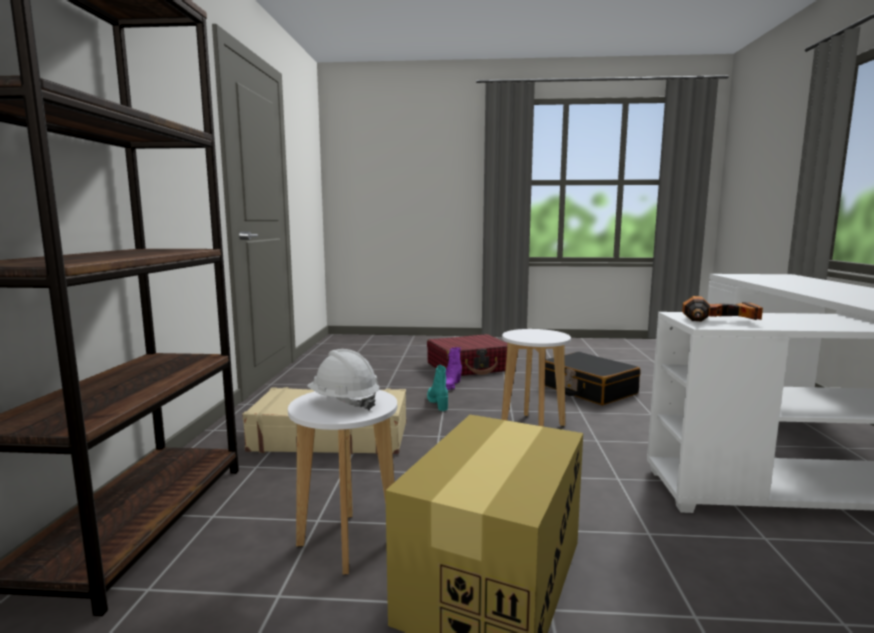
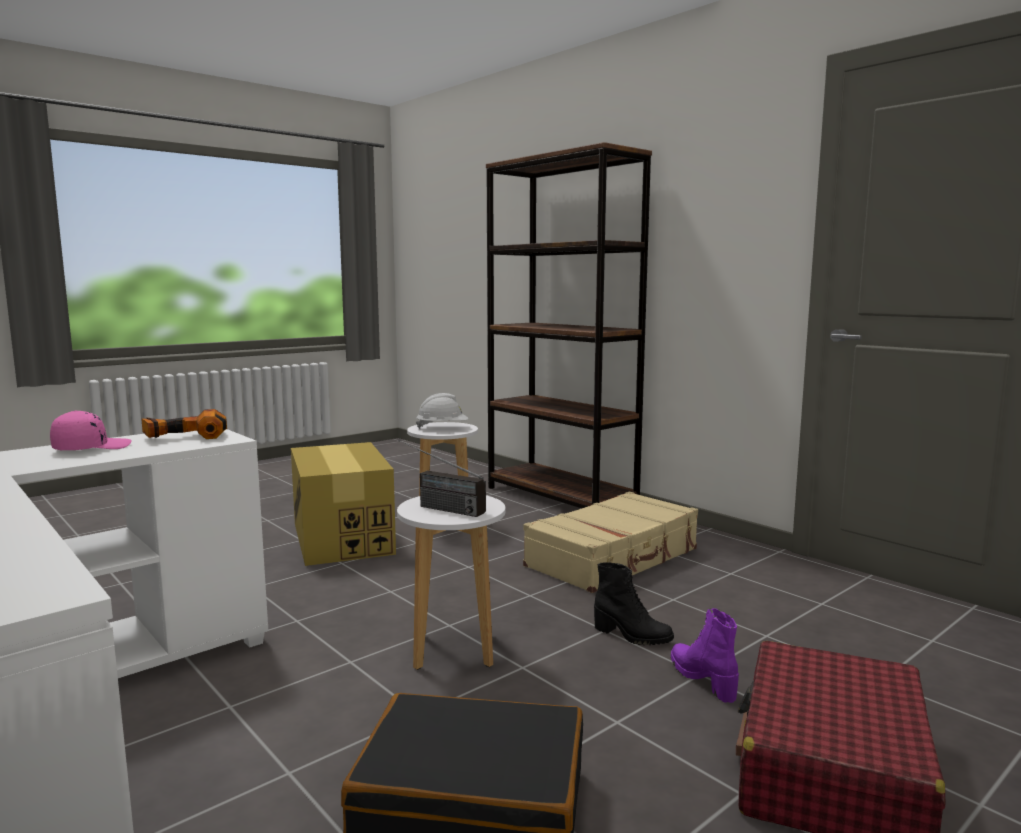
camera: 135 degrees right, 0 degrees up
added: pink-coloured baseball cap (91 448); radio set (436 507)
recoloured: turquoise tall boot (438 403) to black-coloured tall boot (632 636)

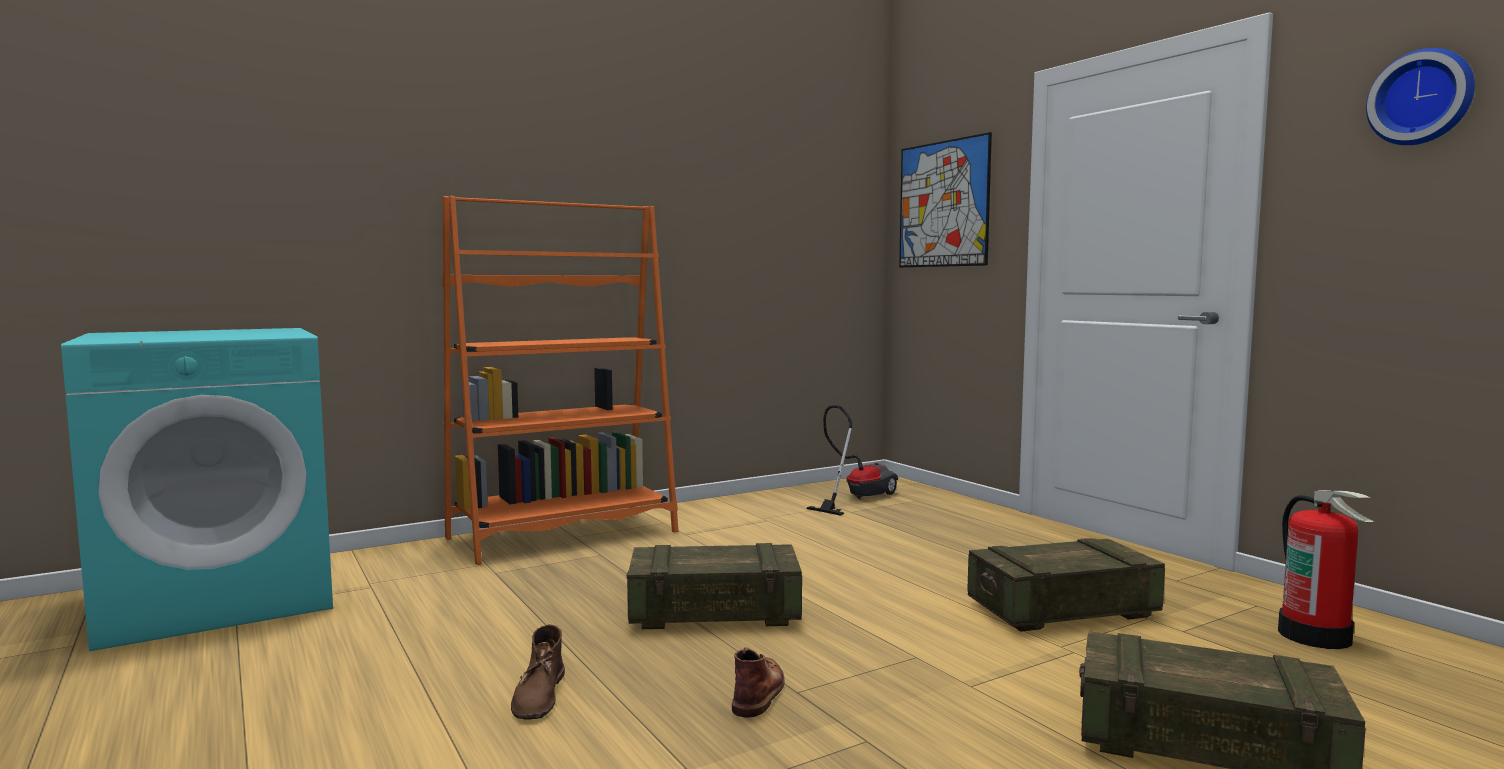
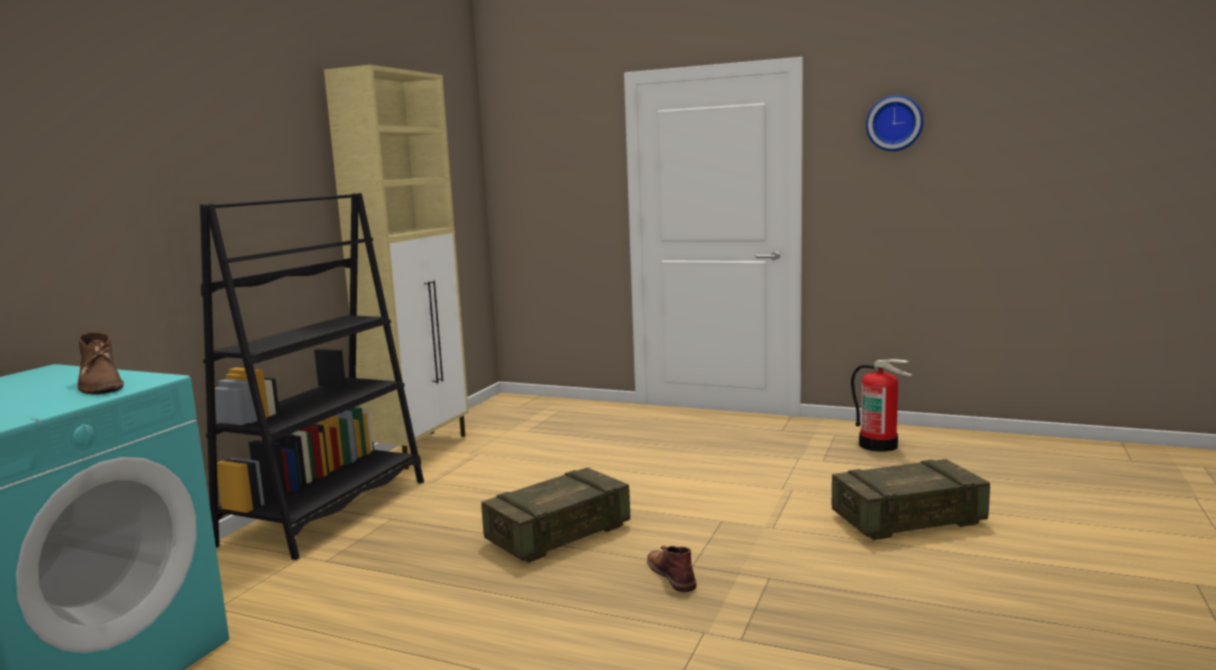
camera: 35 degrees left, 5 degrees up
removed: hoover (856 498); picture (943 204); shipping crate (1061 610)
added: sand-coloured cabinet (421 449)
moved: brown tall boot (539 695) to (100 385)
recoloured: orangey shelving unit (563 535) to black-coloured shelving unit (327 512)

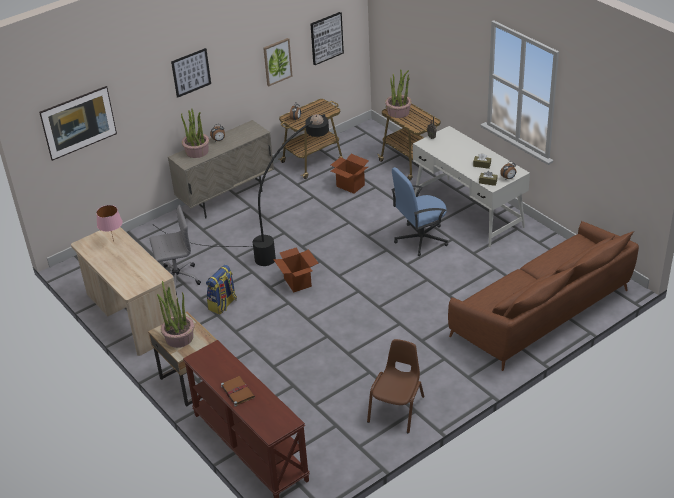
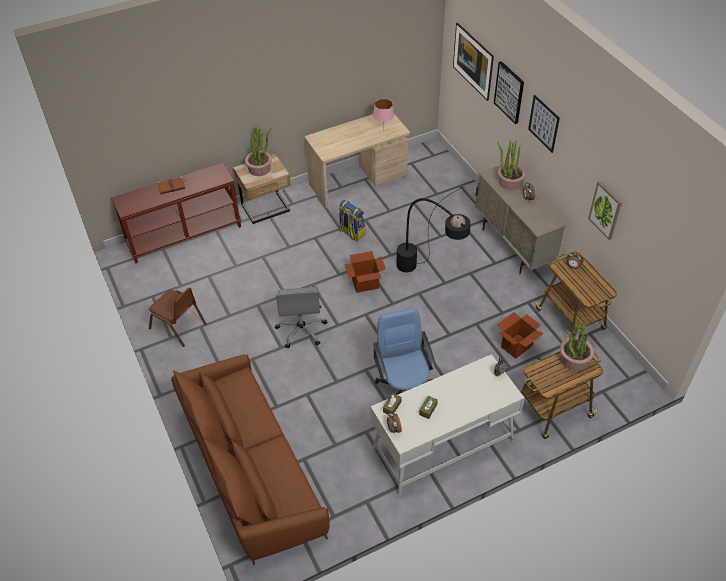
camera: 100 degrees right, 10 degrees up
moved: gray computer chair (176 279) to (301 330); picture (326 38) to (509 92)

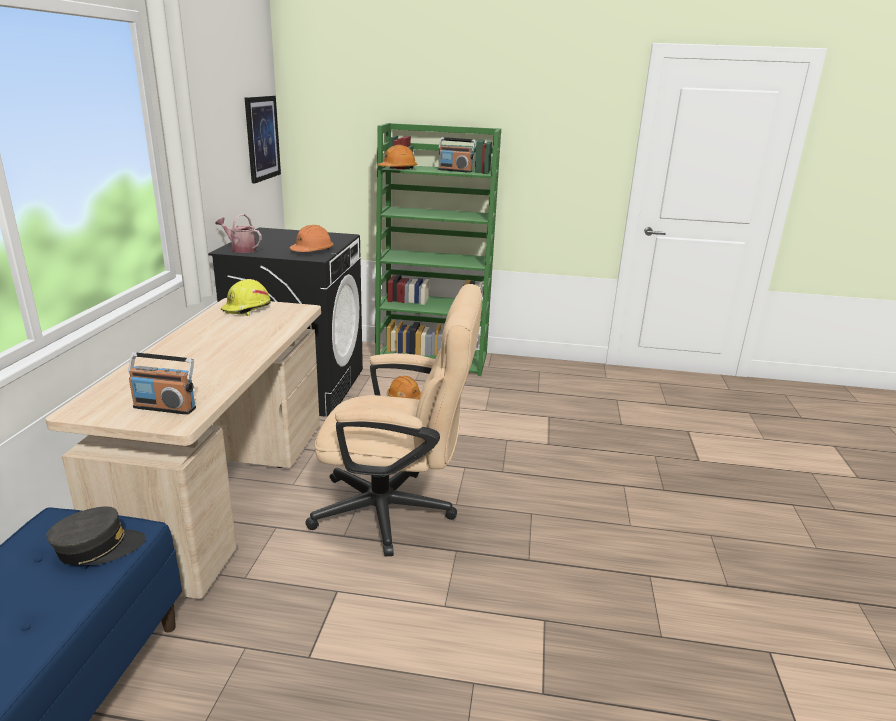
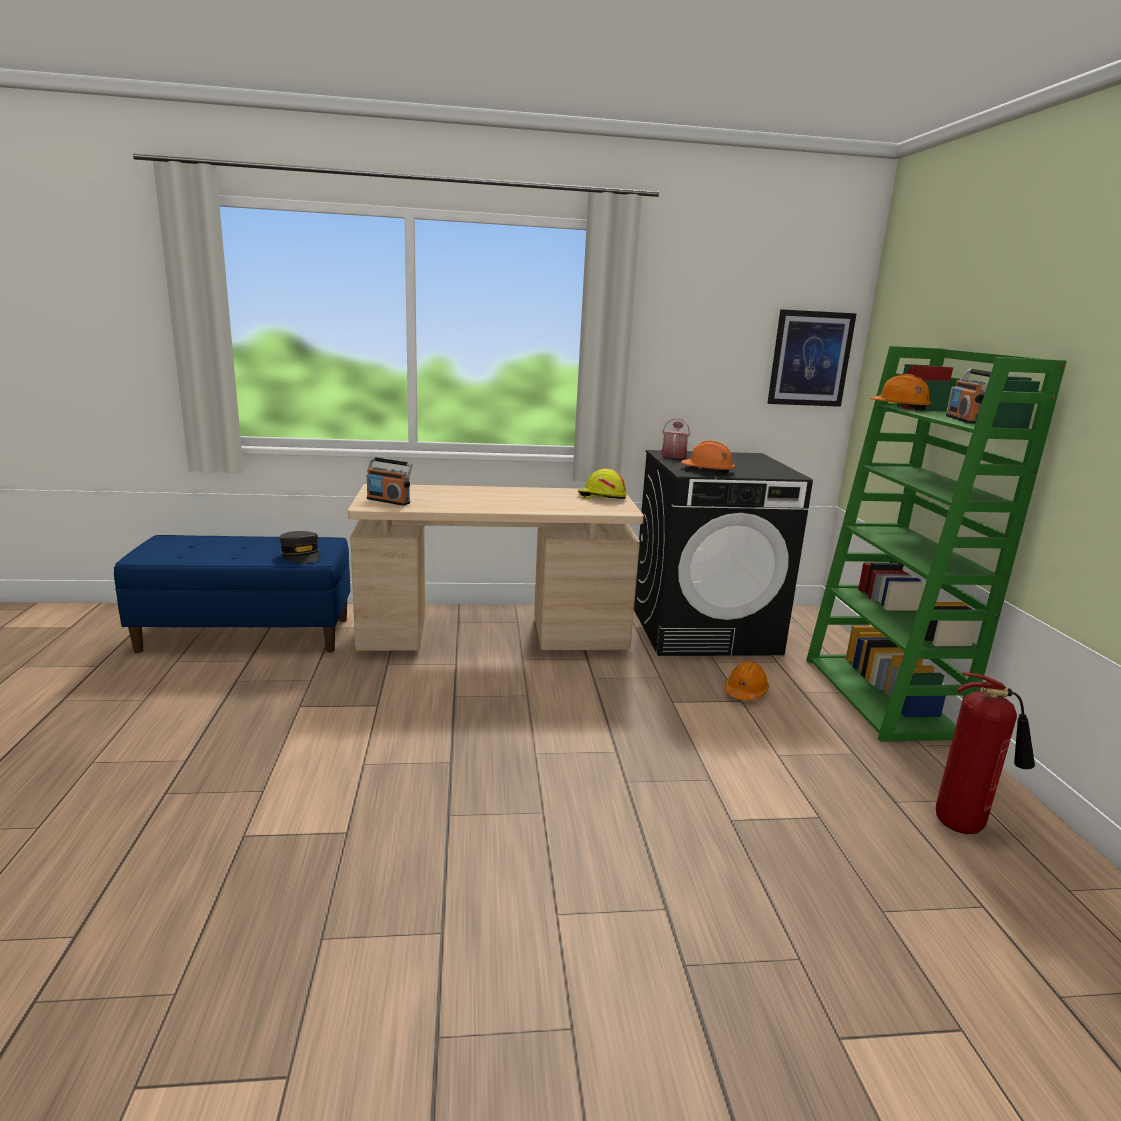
camera: 75 degrees right, 5 degrees down
removed: sand-coloured computer chair (396 512)
added: fire extinguisher (964 825)
turned: radio set (165 407) = (388 501) 60 degrees counterclockwise

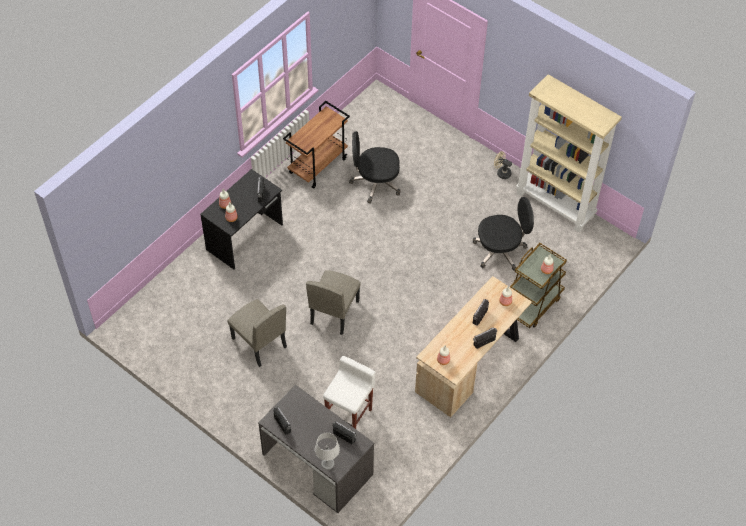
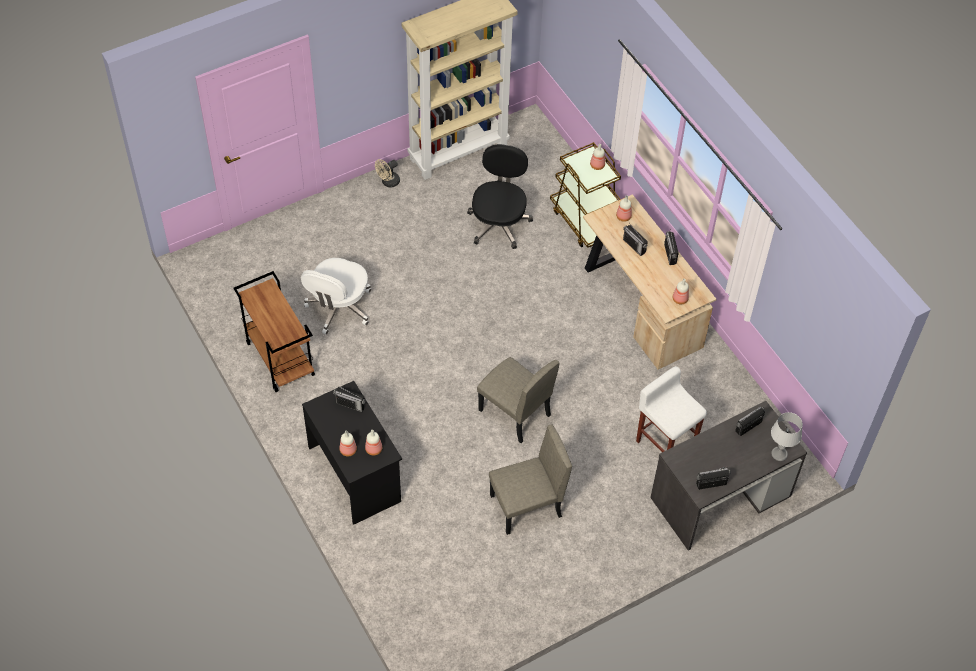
camera: 70 degrees left, 0 degrees up
recoloured: black-coloured computer chair (375 183) to white computer chair (339 308)

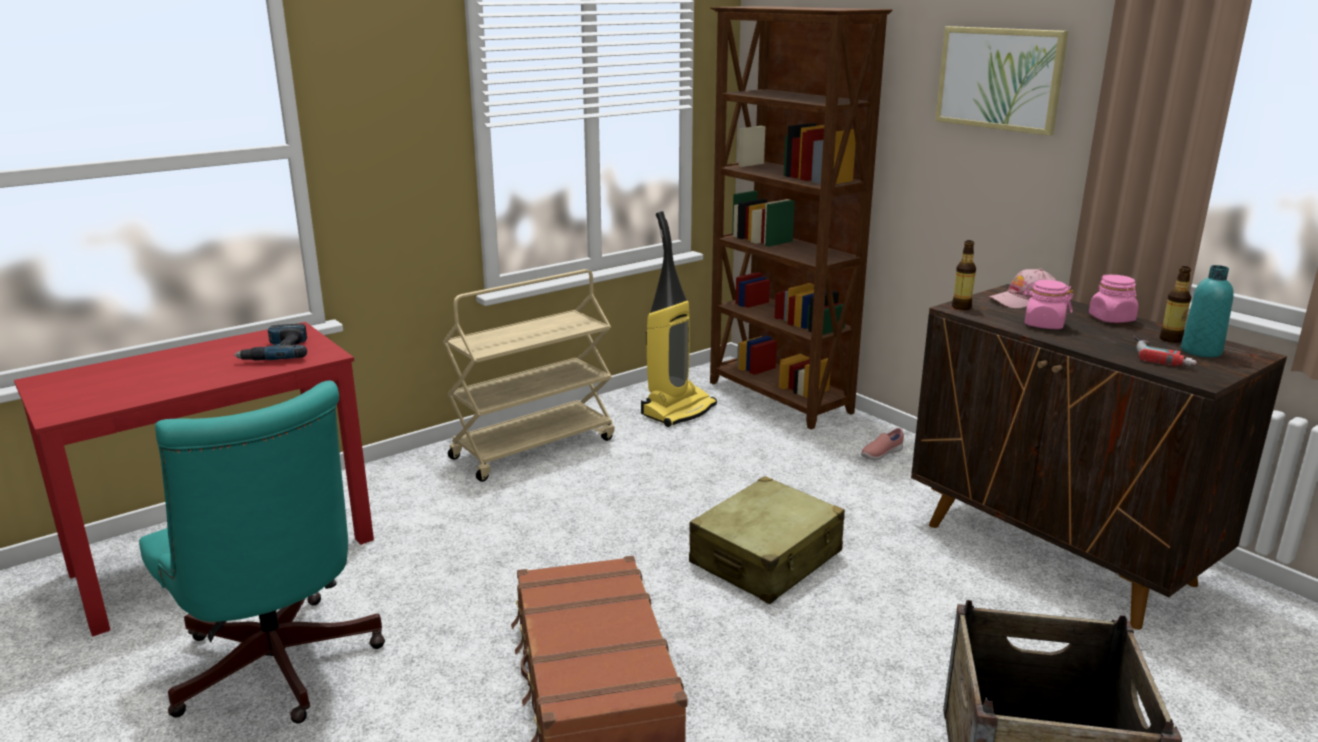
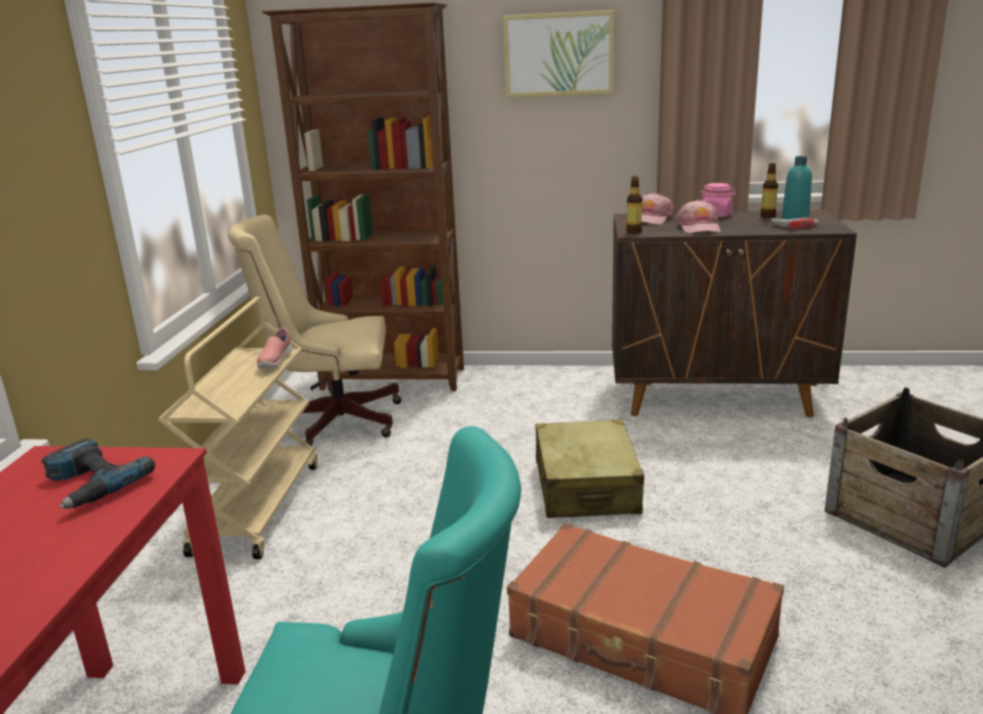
camera: 45 degrees left, 0 degrees up
moved: pink-coloured item of footwear (881 454) to (275 361)
replaced: hoover (678 410) to sand-coloured computer chair (332 420); pink-coloured preserve jar (1043 325) to pink-coloured baseball cap (699 227)

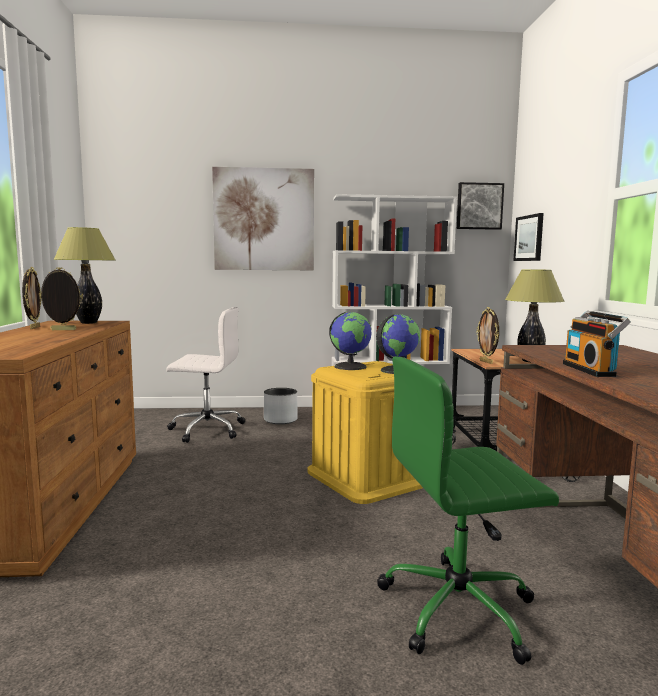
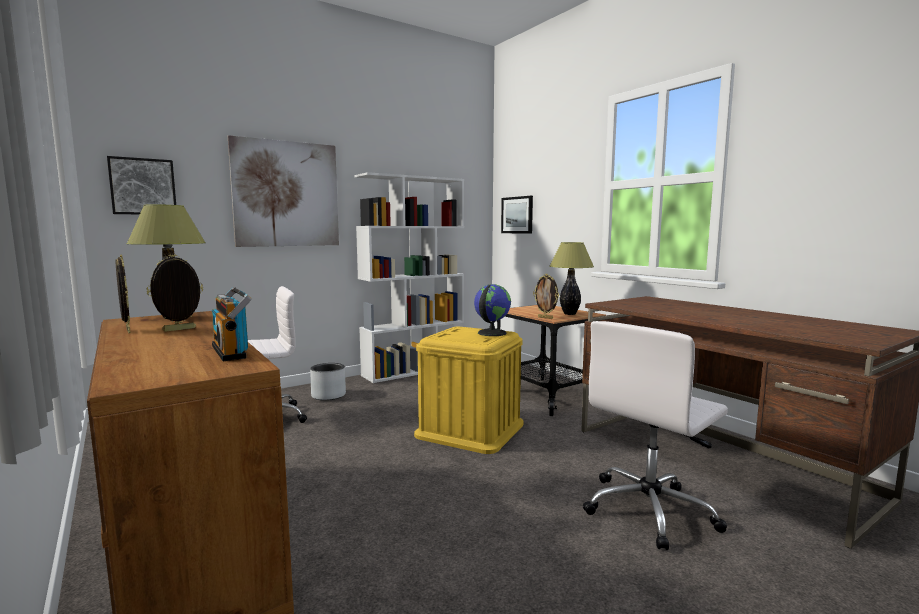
camera: 30 degrees left, 0 degrees up
removed: world globe (350 366)
moved: picture (479 206) to (143 186); radio set (591 370) to (233 351)
recoloured: greenish computer chair (460 609) to white computer chair (650 510)

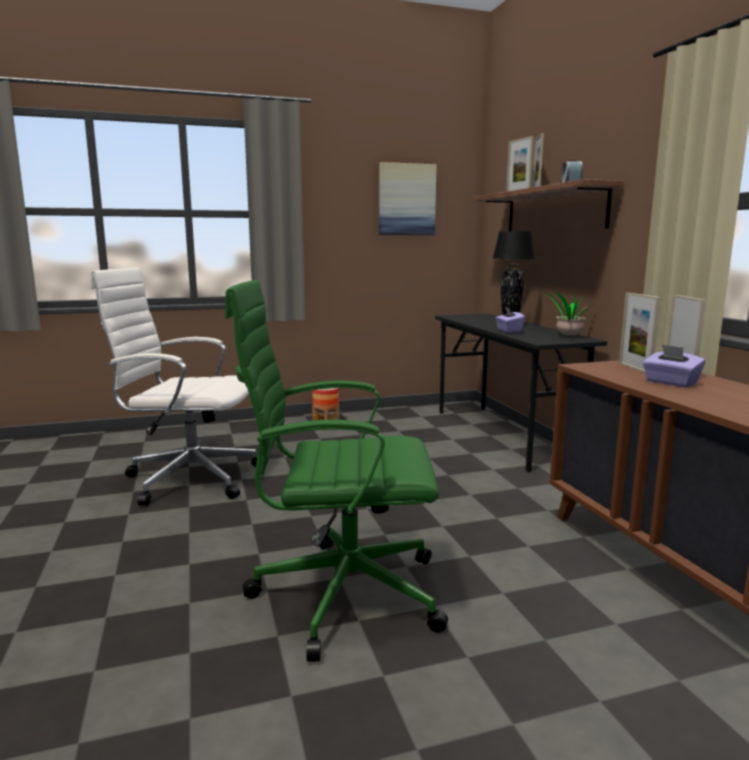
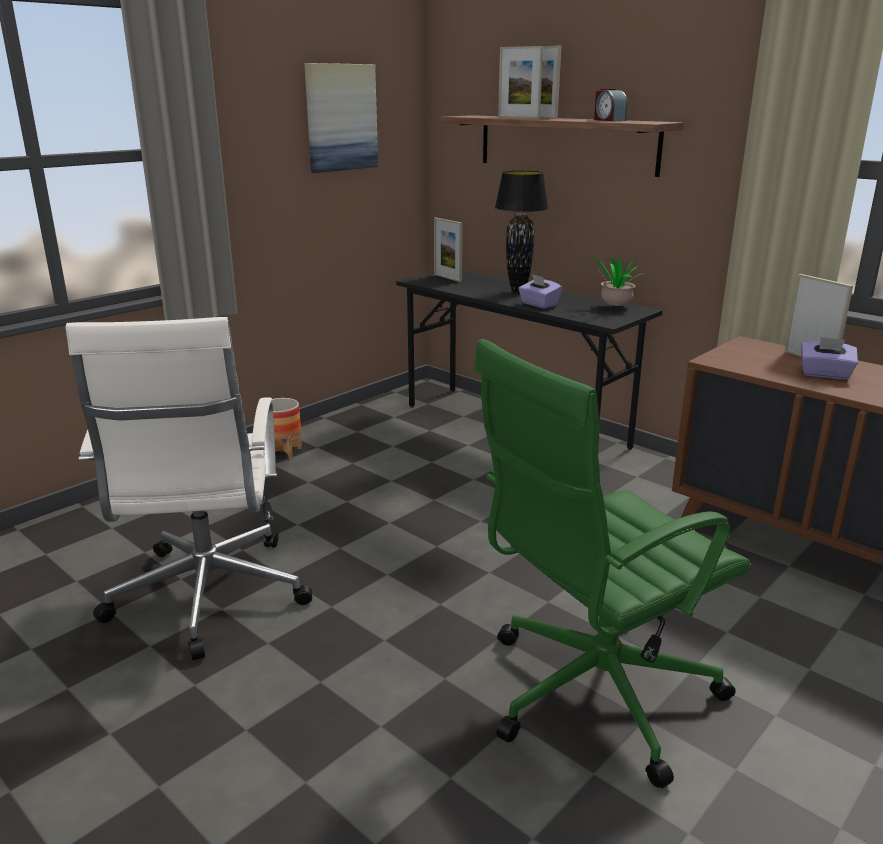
camera: 30 degrees left, 10 degrees up
moved: picture frame (634 368) to (447 278)
turned: white computer chair (189 478) = (207 598) 75 degrees counterclockwise

